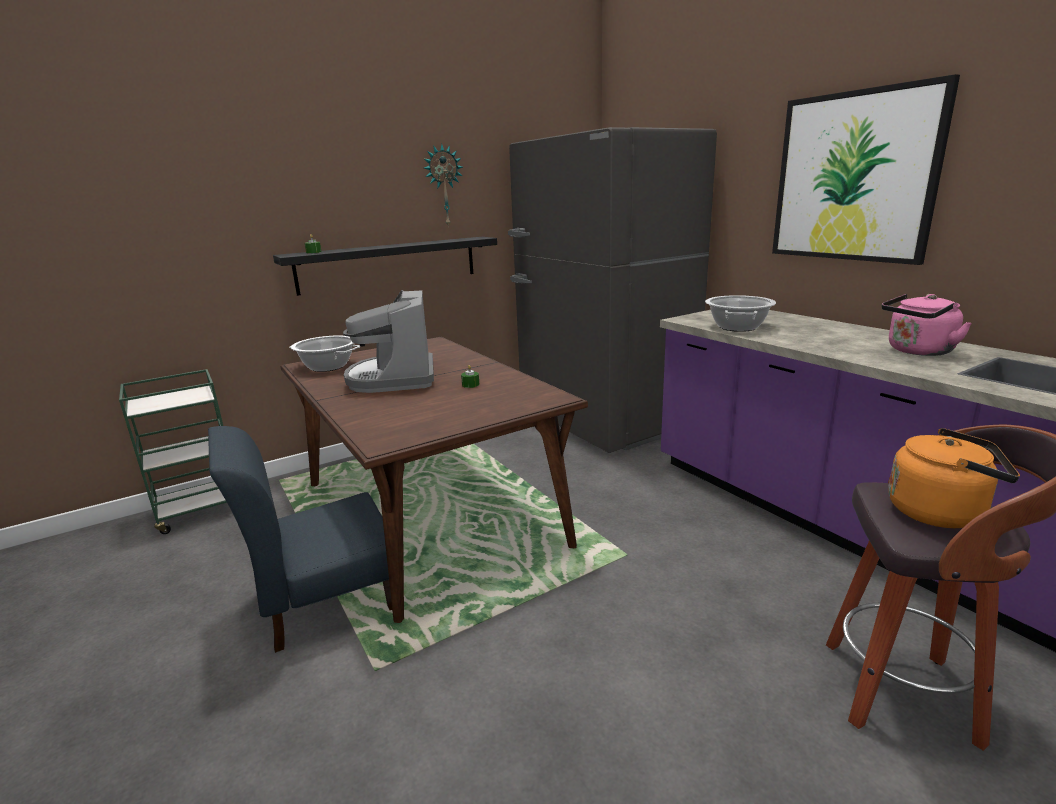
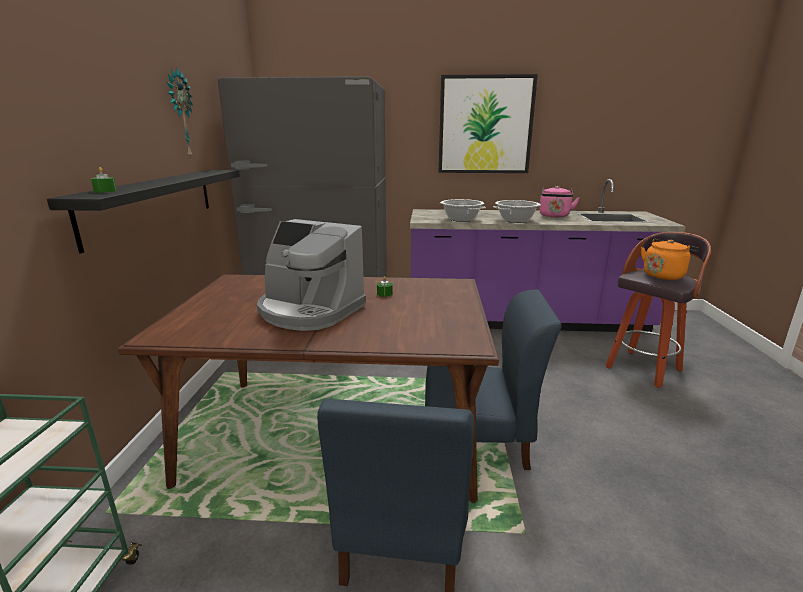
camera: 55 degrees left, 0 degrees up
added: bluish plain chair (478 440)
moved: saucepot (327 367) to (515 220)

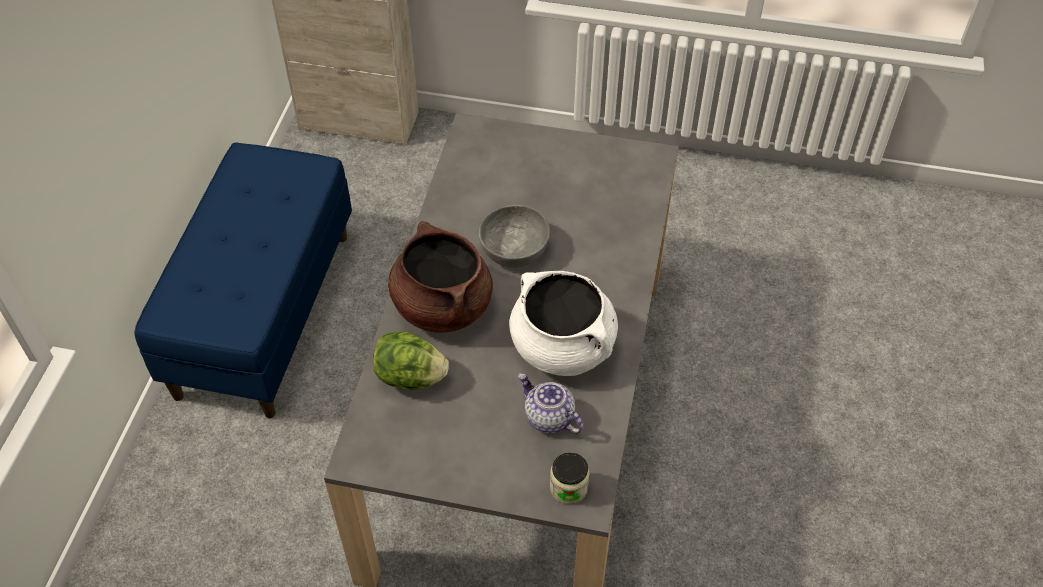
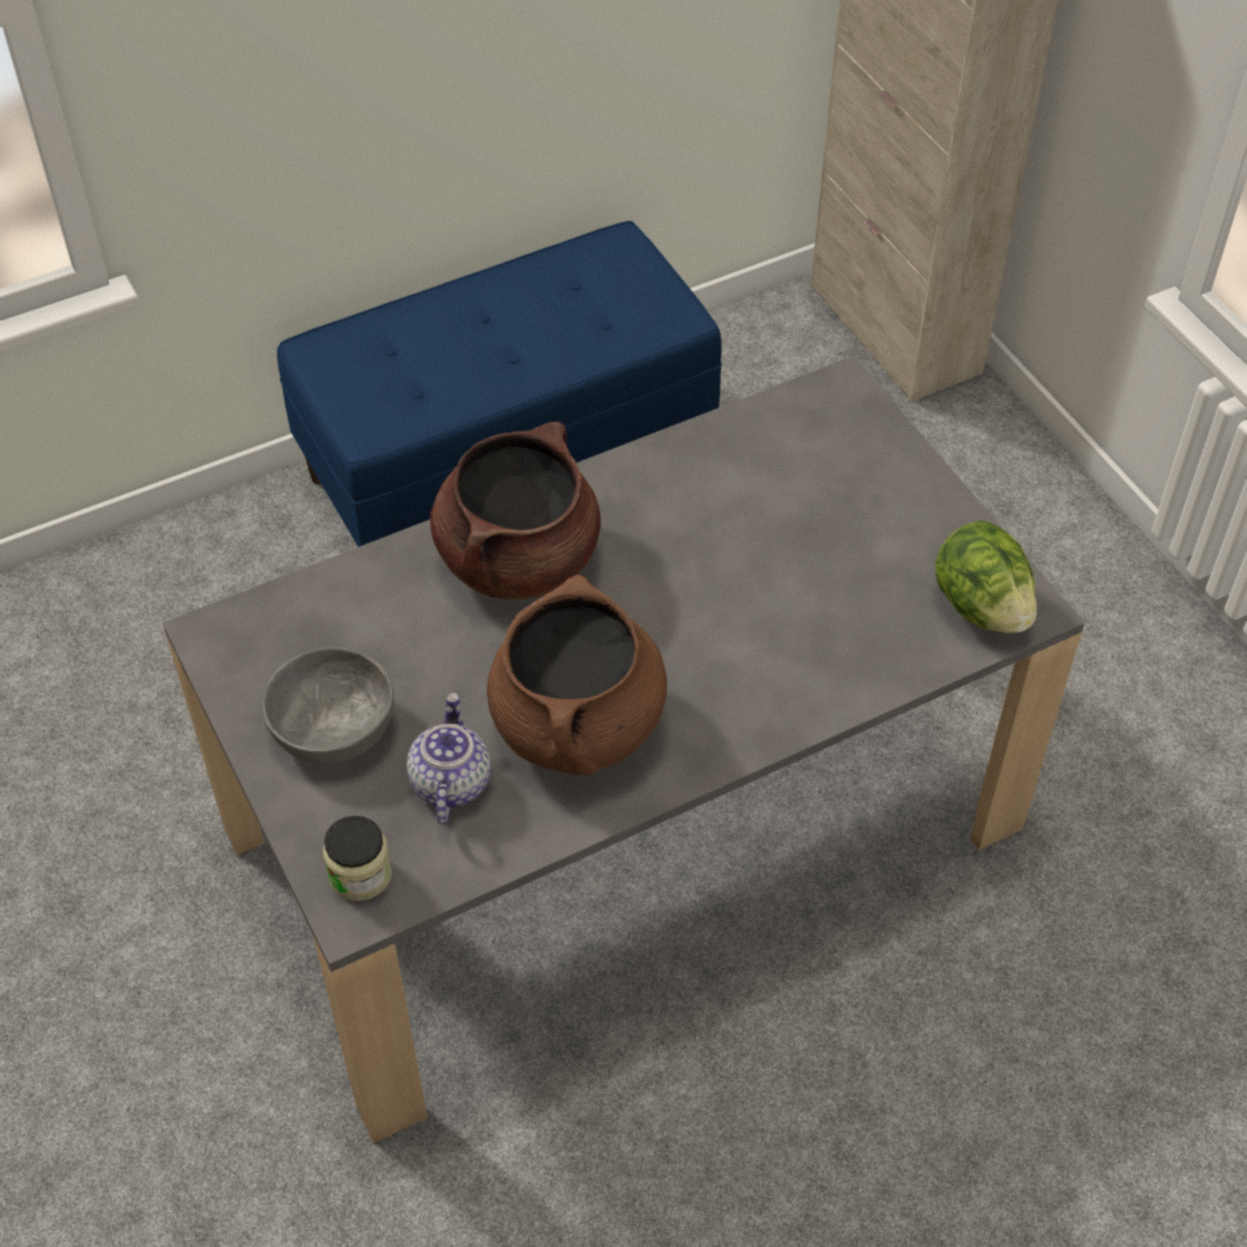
camera: 50 degrees right, 0 degrees up
moved: head of lettuce (411 377) to (981 607); gray bowl (514 249) to (332 728)
recoloured: white saucepot (563 347) to brown saucepot (578 724)

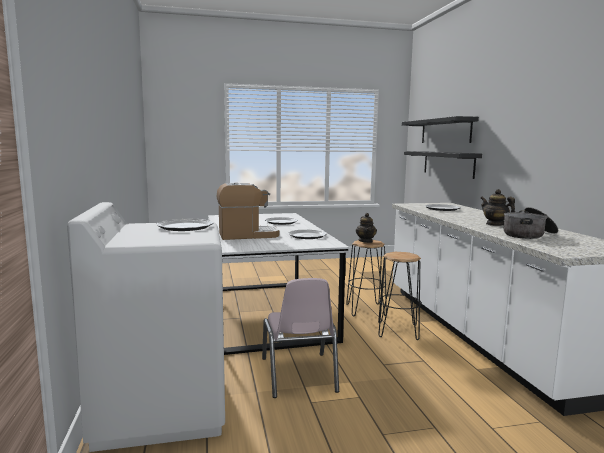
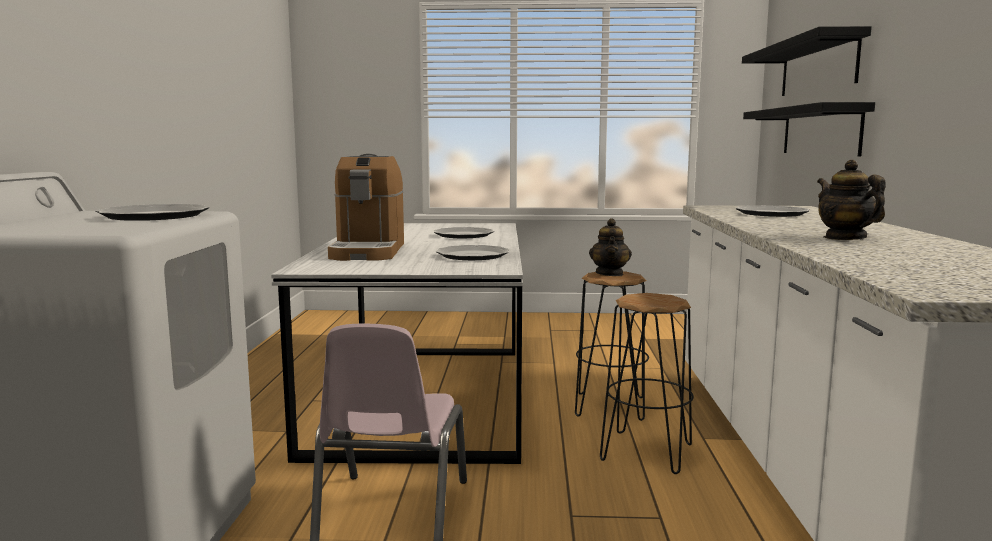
camera: 15 degrees right, 0 degrees up
removed: saucepot (529 235)
turned: coffee machine (247 235) = (368 251) 90 degrees clockwise

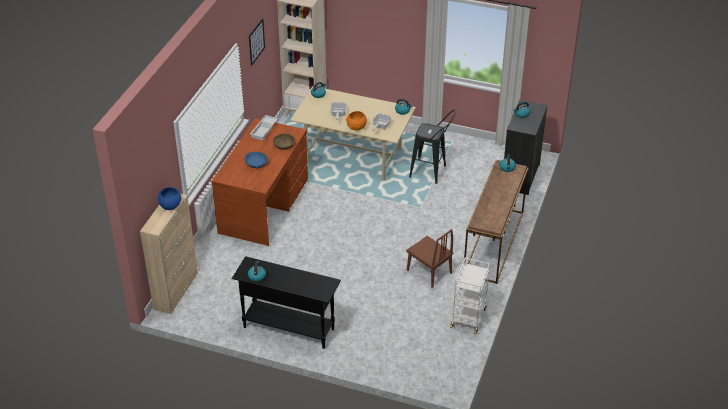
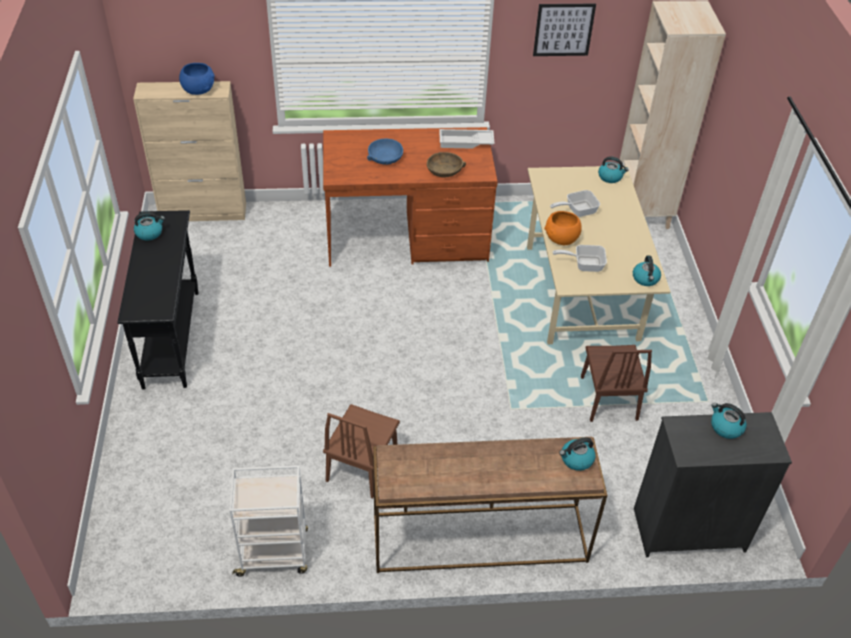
camera: 65 degrees right, 5 degrees up
replaced: black-coloured stool (431 172) to brown plain chair (608 398)

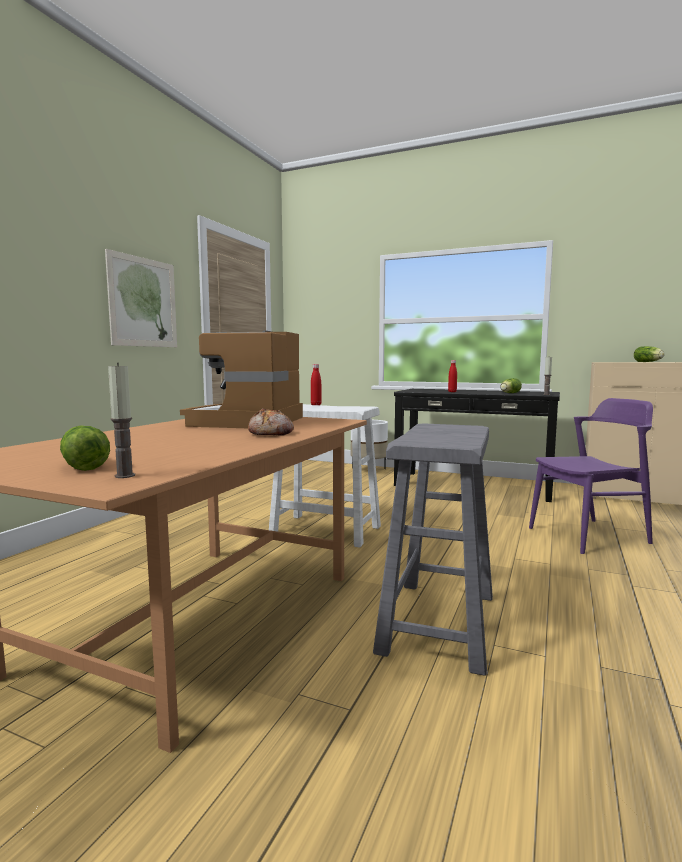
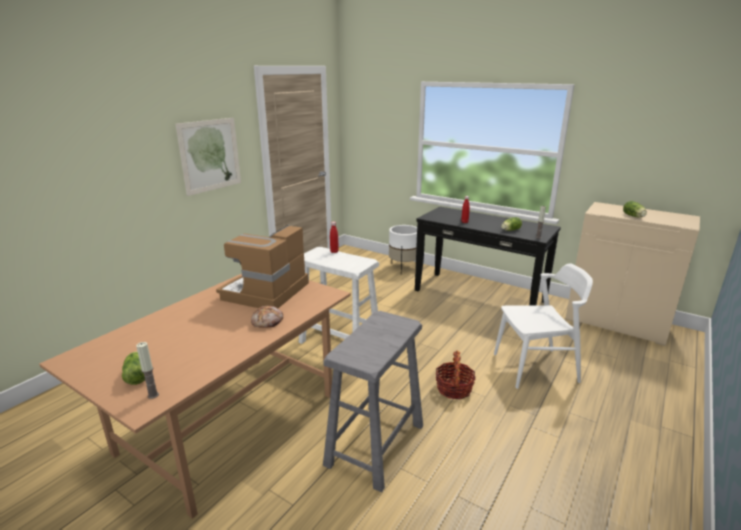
camera: 10 degrees right, 15 degrees up
added: storage basket (454 389)
recoloured: purple-coloured plain chair (588 535) to white plain chair (535 368)

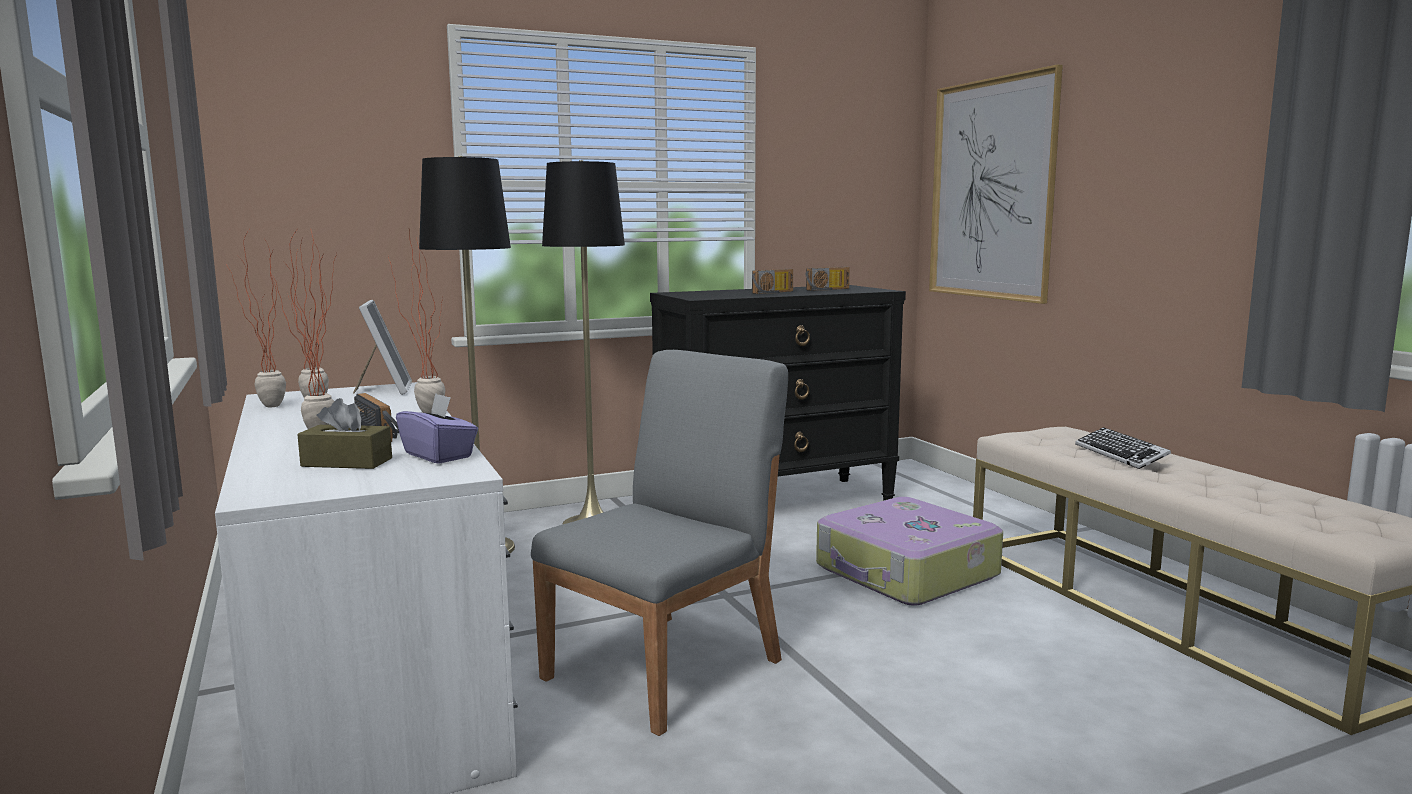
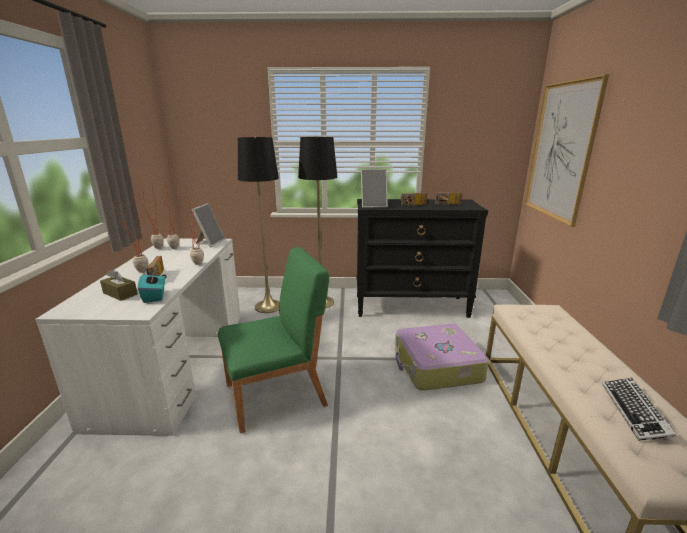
camera: 25 degrees right, 10 degrees up
added: picture frame (373 205)
moved: PC keyboard (1120 455) to (634 411)
recoloured: purple-coloured tissue holder (439 455) to turquoise tissue holder (154 296); gray plain chair (666 668) to greenish plain chair (277 394)

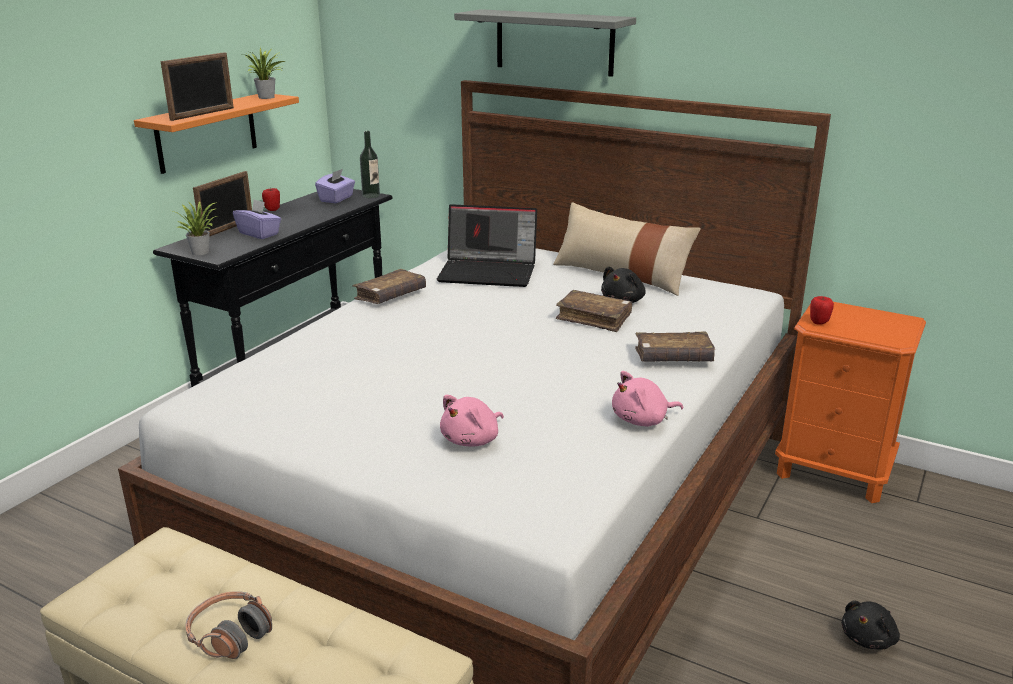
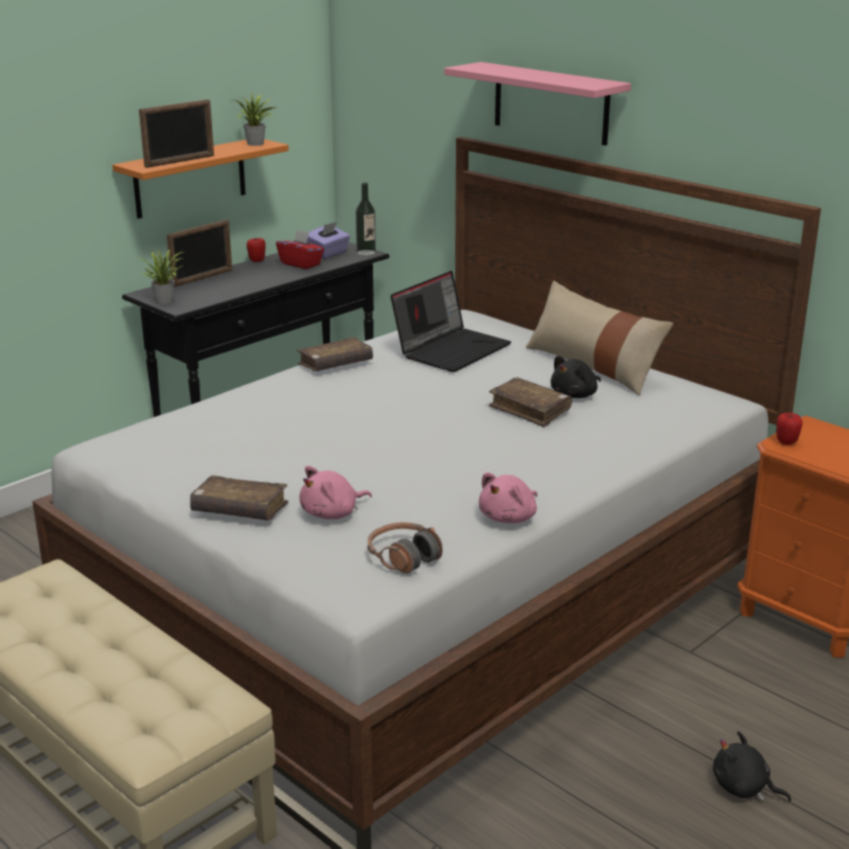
camera: 15 degrees right, 0 degrees up
removed: purple-coloured tissue holder (259 234)
added: red-coloured tissue holder (301 264)
moved: headphones (230 635) to (404 557); brown volume (673 358) to (239 510)
recoloured: gray shelf (554 42) to pink-coloured shelf (551 103)
turned: notebook computer (489 272) = (451 349) 75 degrees counterclockwise; pink-coloured soft toy (642 420) = (509 517) 45 degrees counterclockwise; black-coloured soft toy (869 638) = (743 788) 60 degrees clockwise

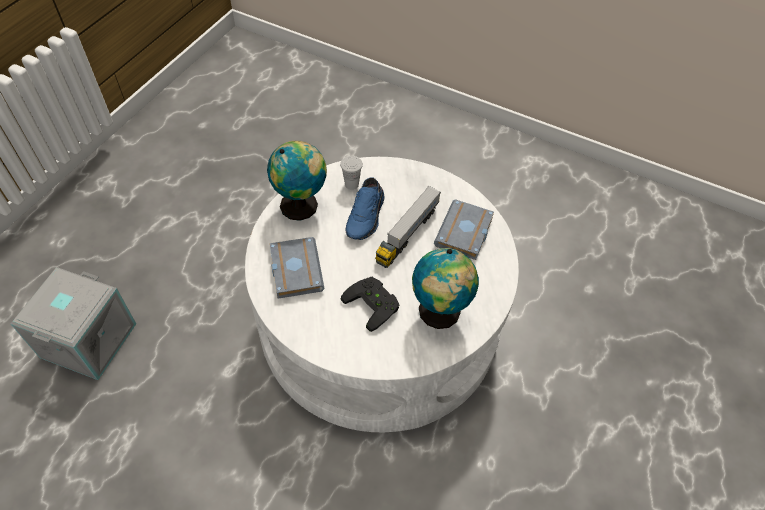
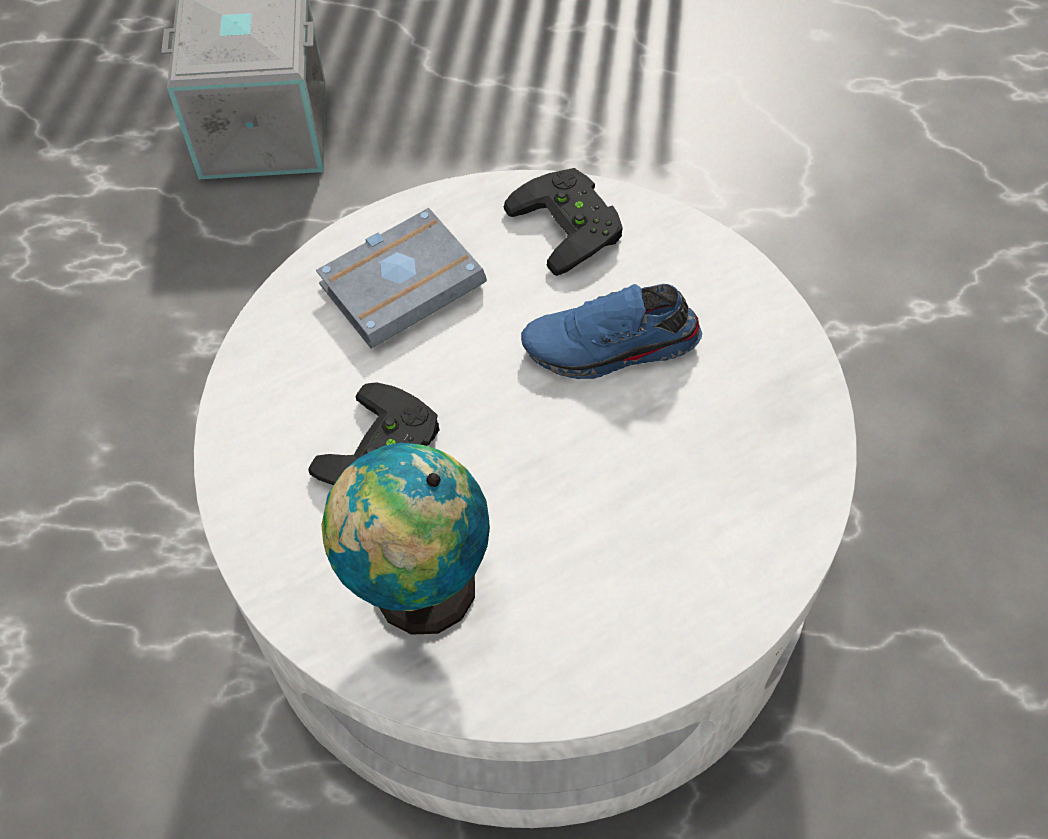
camera: 70 degrees right, 5 degrees up
removed: white cup (351 184); toy lorry (407 234); gray volume (465 234)
replaced: world globe (301 205) to black-coloured game controller (573 223)

